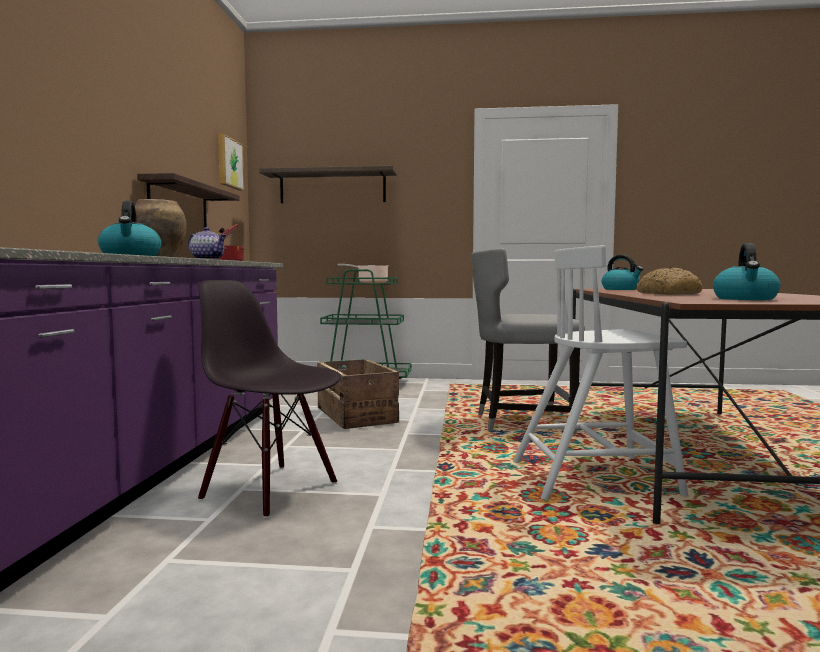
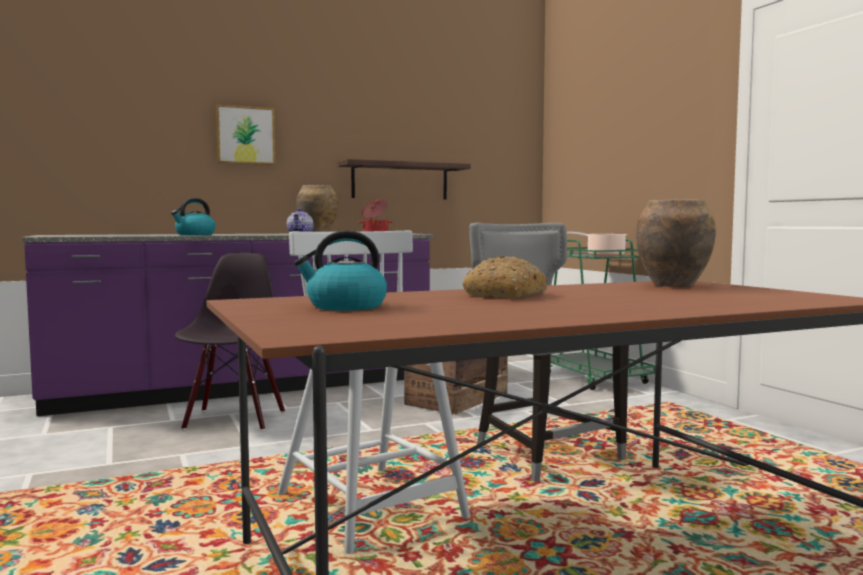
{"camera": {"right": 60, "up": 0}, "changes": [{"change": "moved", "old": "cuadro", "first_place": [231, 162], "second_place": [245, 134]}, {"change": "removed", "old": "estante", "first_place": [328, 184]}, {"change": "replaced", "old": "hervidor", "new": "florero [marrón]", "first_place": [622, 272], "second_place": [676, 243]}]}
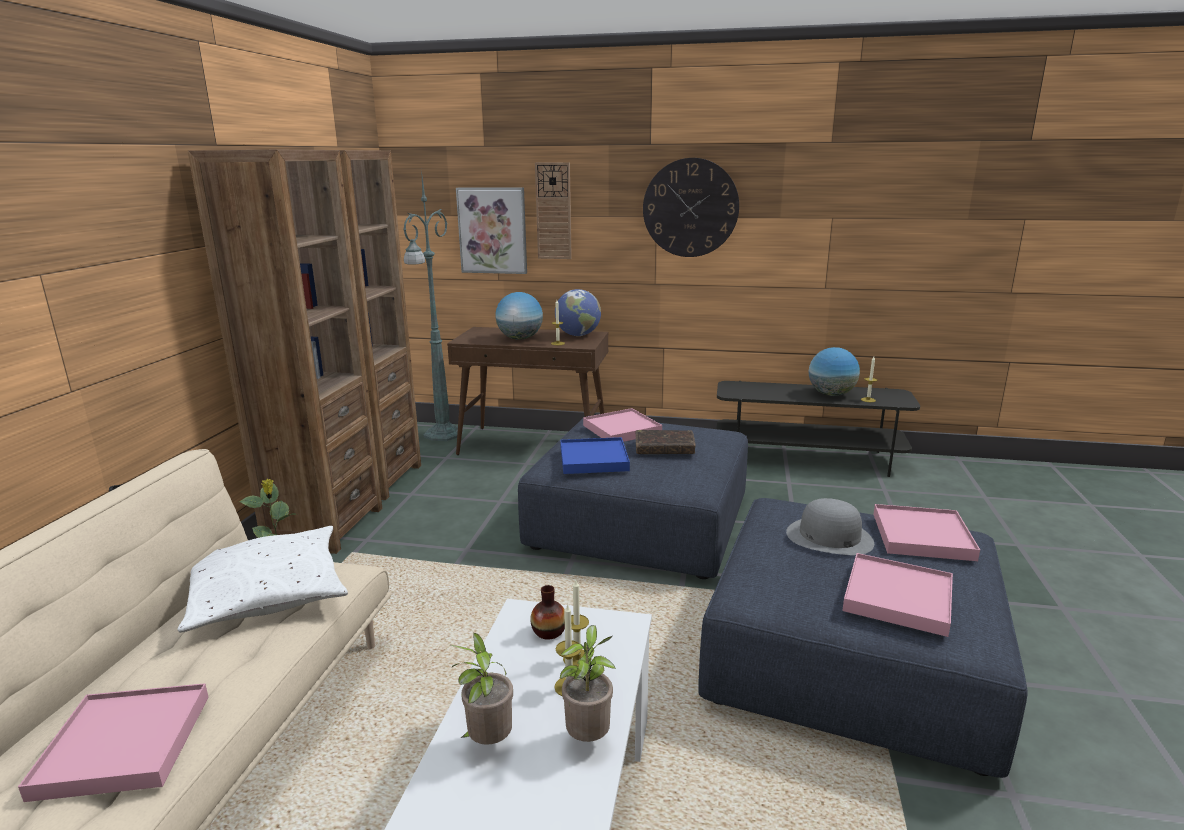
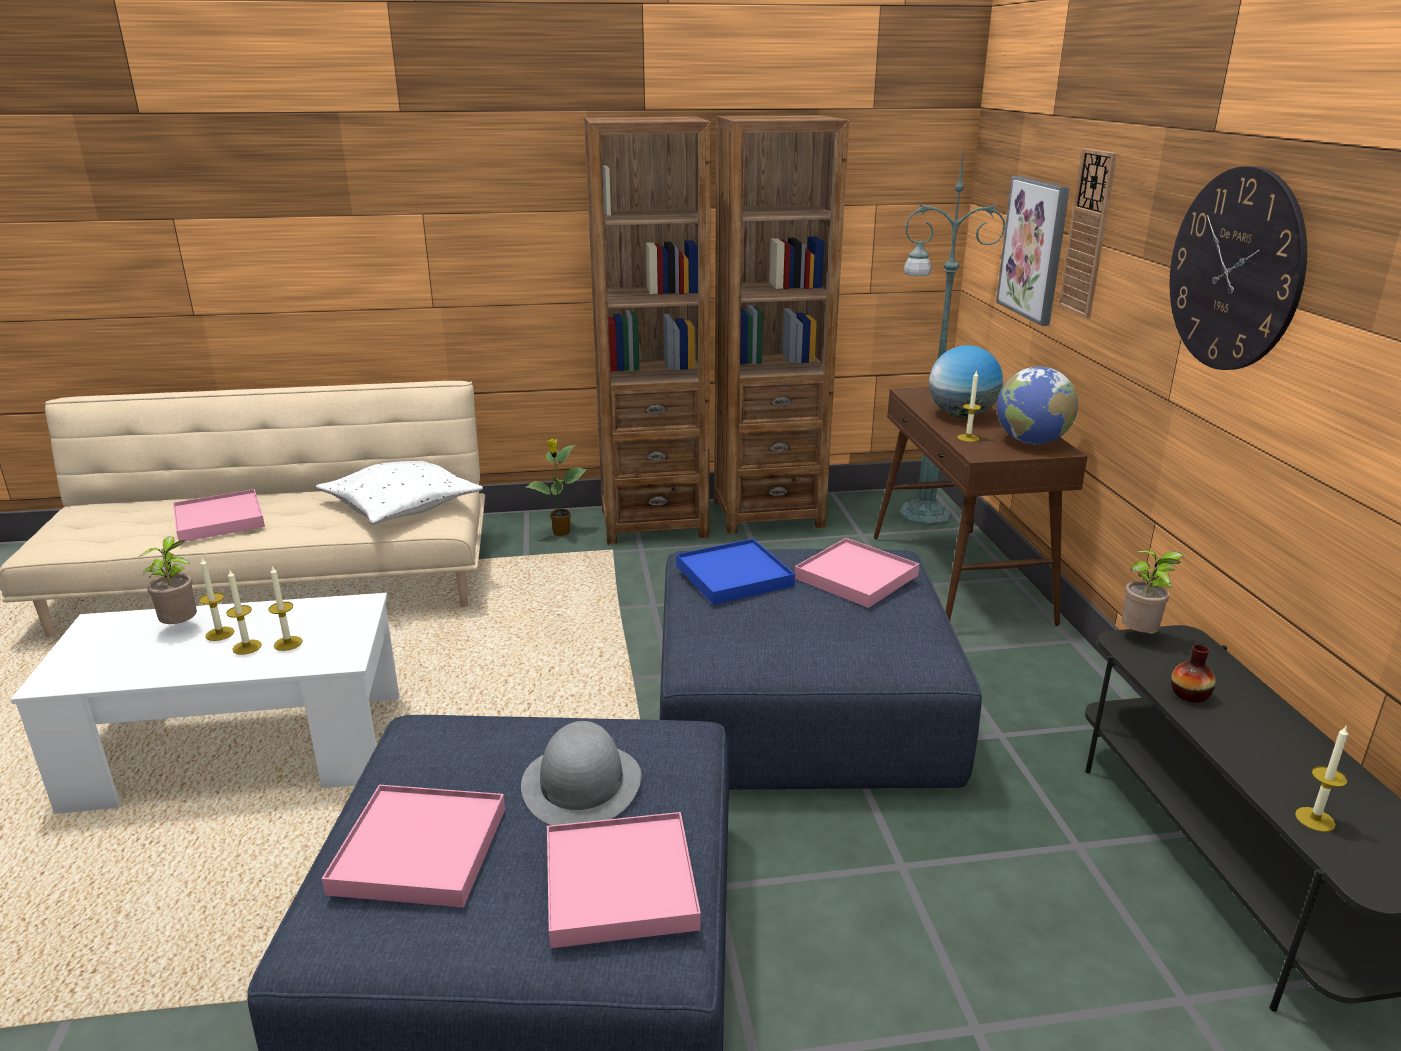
{"camera": {"right": 70, "up": 5}, "changes": [{"change": "removed", "old": "globo terráqueo", "first_place": [834, 371]}, {"change": "removed", "old": "libro [marrón]", "first_place": [666, 442]}, {"change": "moved", "old": "florero", "first_place": [547, 612], "second_place": [1193, 673]}, {"change": "moved", "old": "planta en maceta", "first_place": [588, 683], "second_place": [1153, 592]}, {"change": "added", "new": "vela", "second_place": [216, 599]}]}
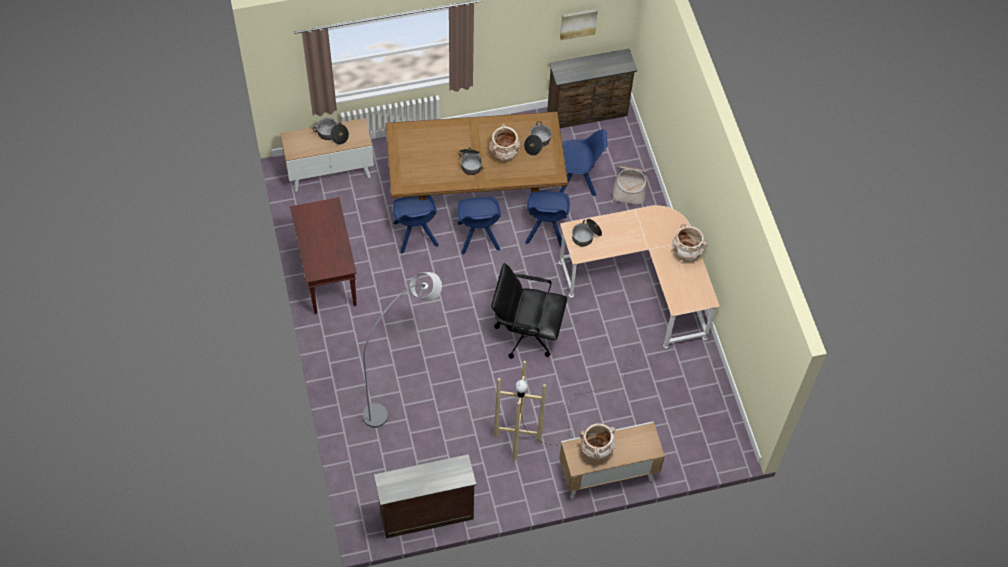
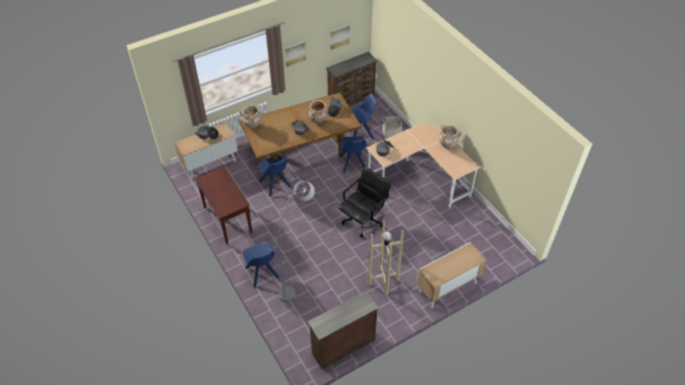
{"camera": {"right": -15, "up": -10}, "changes": [{"change": "moved", "old": "silla [azul]", "first_place": [479, 226], "second_place": [261, 265]}, {"change": "turned", "old": "silla de oficina [negro]", "first_place": [529, 311], "second_place": [365, 202], "degrees": 135}, {"change": "moved", "old": "florero [beis]", "first_place": [597, 441], "second_place": [251, 117]}, {"change": "added", "new": "cuadro", "second_place": [295, 54]}]}
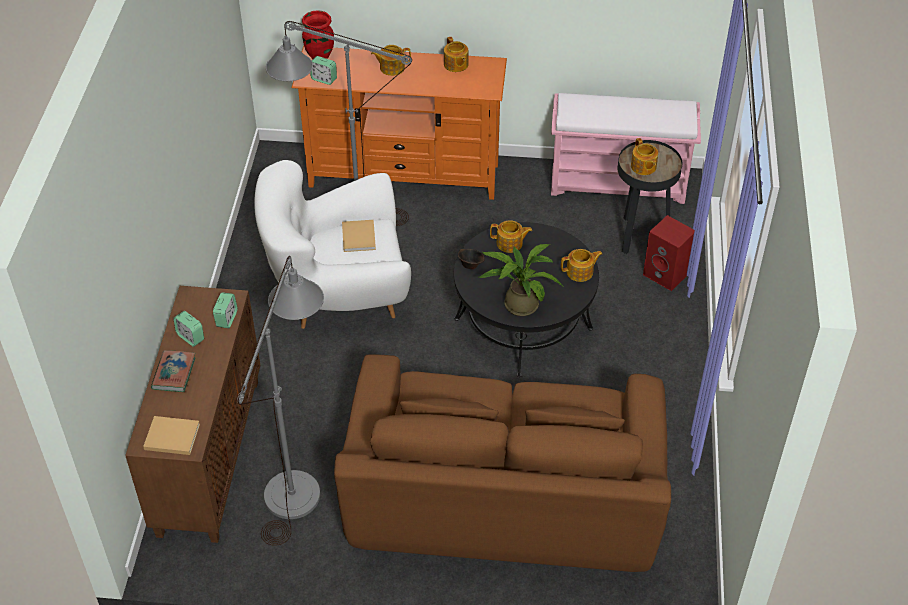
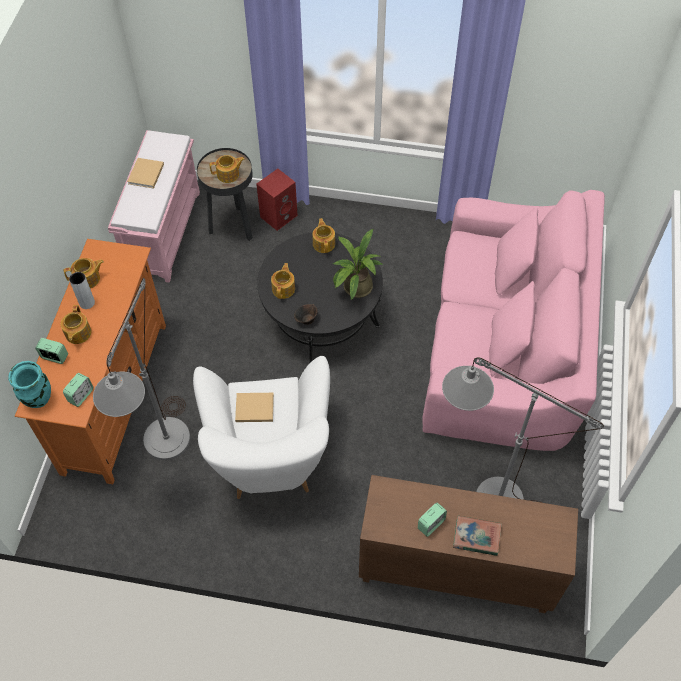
{"camera": {"right": -85, "up": 10}, "changes": [{"change": "recoloured", "old": "florero [rojo]", "new": "florero [turquesa]", "first_place": [318, 34], "second_place": [29, 384]}, {"change": "moved", "old": "despertador", "first_place": [225, 310], "second_place": [51, 351]}, {"change": "recoloured", "old": "sofá [marrón]", "new": "sofá [rosa]", "first_place": [502, 463], "second_place": [513, 320]}, {"change": "moved", "old": "libro [beis]", "first_place": [171, 435], "second_place": [145, 173]}, {"change": "added", "new": "florero [gris]", "second_place": [82, 290]}]}
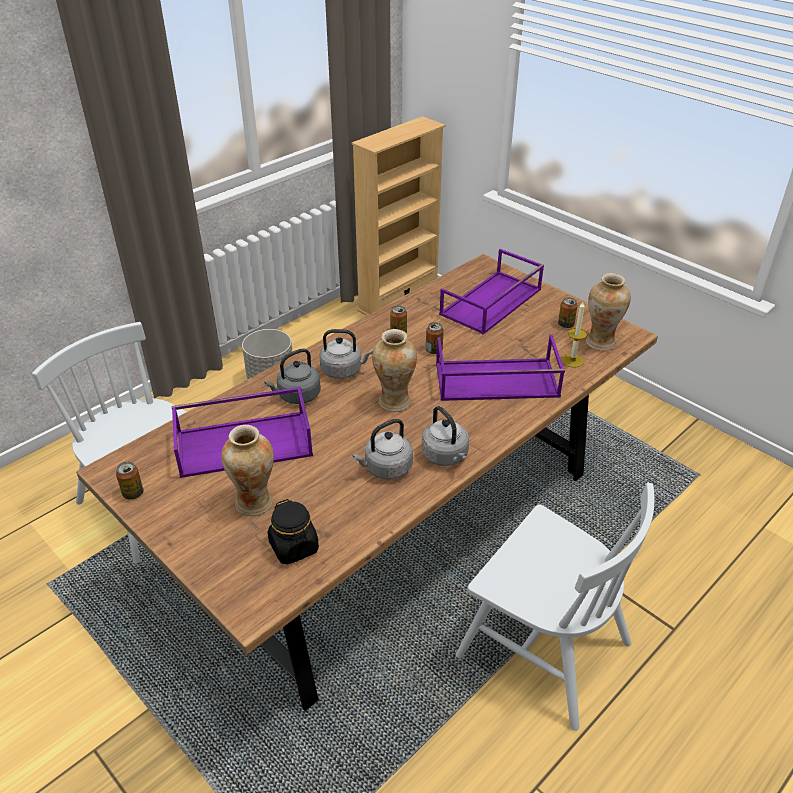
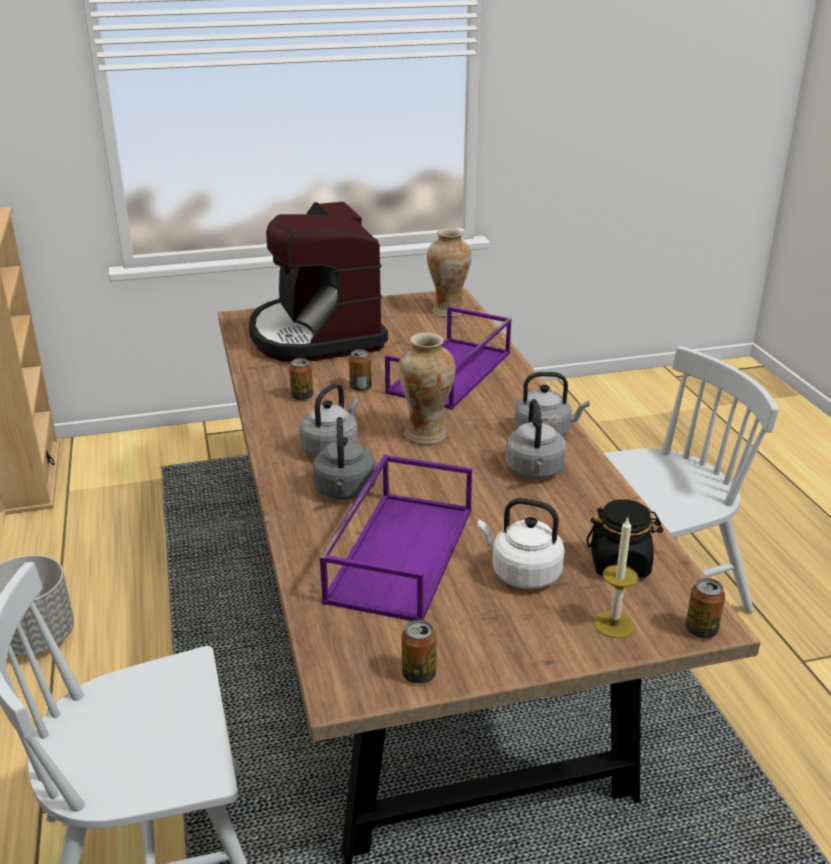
{"camera": {"right": -60, "up": -10}, "changes": [{"change": "replaced", "old": "bandeja [morado]", "new": "cafetera", "first_place": [491, 292], "second_place": [318, 282]}, {"change": "moved", "old": "lata", "first_place": [568, 312], "second_place": [705, 608]}, {"change": "moved", "old": "vela", "first_place": [574, 334], "second_place": [616, 578]}, {"change": "replaced", "old": "florero", "new": "hervidor [blanco]", "first_place": [247, 470], "second_place": [521, 543]}]}
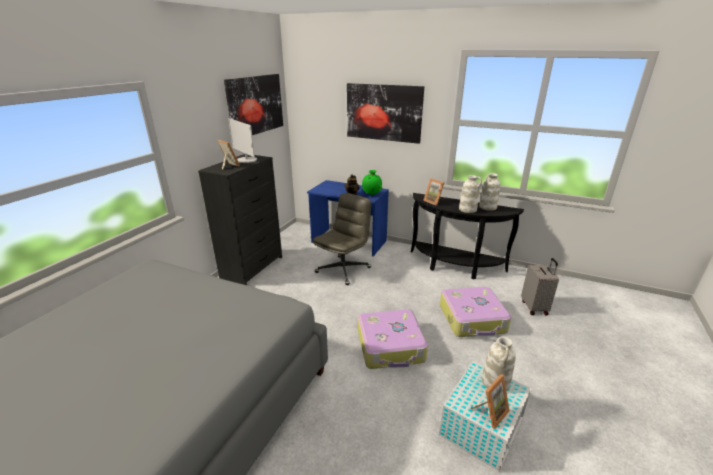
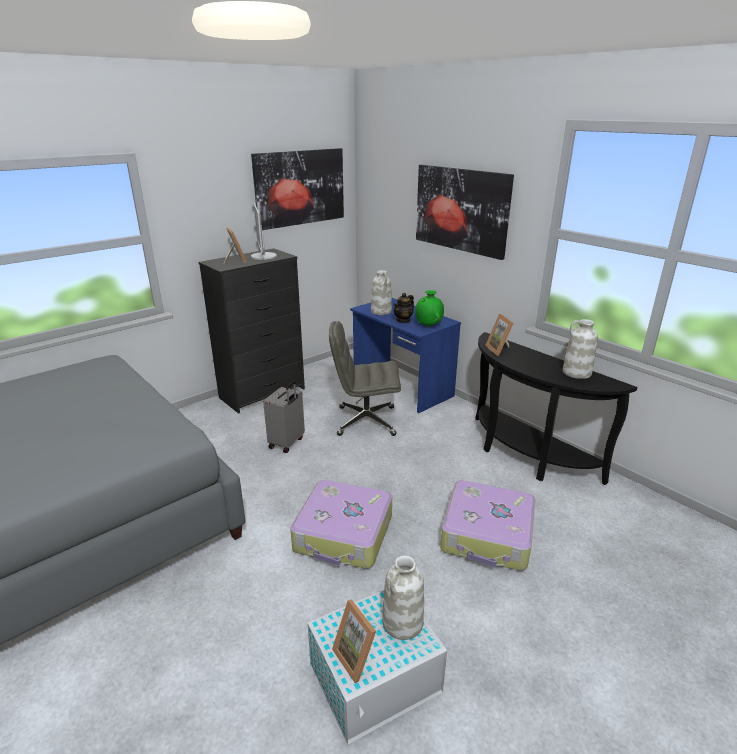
{"camera": {"right": 25, "up": 0}, "changes": [{"change": "moved", "old": "florero [blanco]", "first_place": [470, 194], "second_place": [381, 292]}, {"change": "turned", "old": "silla de oficina [gris]", "first_place": [342, 239], "second_place": [365, 378], "degrees": -150}, {"change": "moved", "old": "maleta [gris]", "first_place": [540, 286], "second_place": [284, 417]}, {"change": "turned", "old": "portarretratos", "first_place": [490, 401], "second_place": [354, 641], "degrees": 75}]}
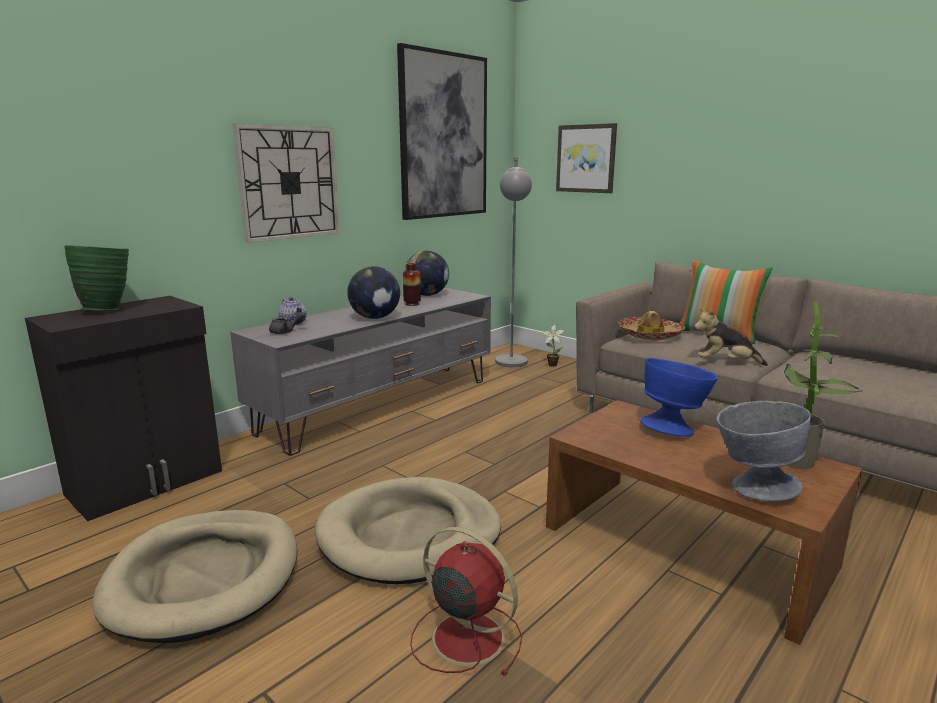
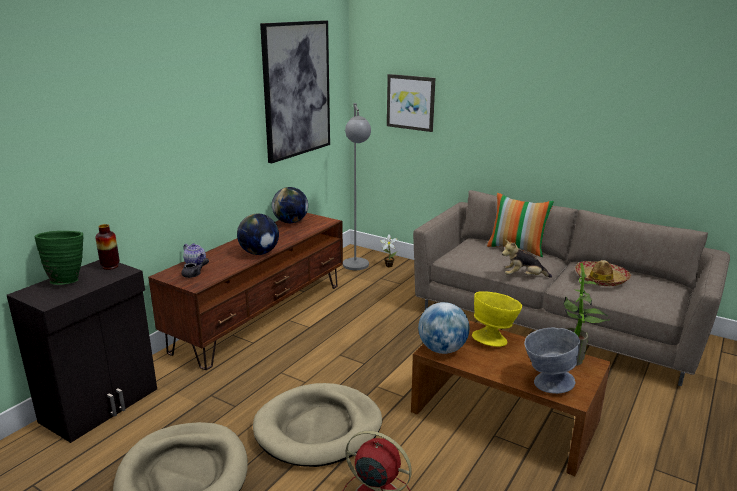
{"camera": {"right": -10, "up": 5}, "changes": [{"change": "removed", "old": "reloj de pared", "first_place": [286, 183]}, {"change": "moved", "old": "florero", "first_place": [412, 284], "second_place": [107, 247]}, {"change": "recoloured", "old": "mueble de televisión [gris]", "new": "mueble de televisión [marrón]", "first_place": [360, 372], "second_place": [245, 291]}, {"change": "moved", "old": "sombrero", "first_place": [652, 325], "second_place": [603, 273]}, {"change": "recoloured", "old": "cuenco [azul]", "new": "cuenco [amarillo]", "first_place": [679, 397], "second_place": [497, 319]}, {"change": "added", "new": "globo terráqueo", "second_place": [443, 328]}]}
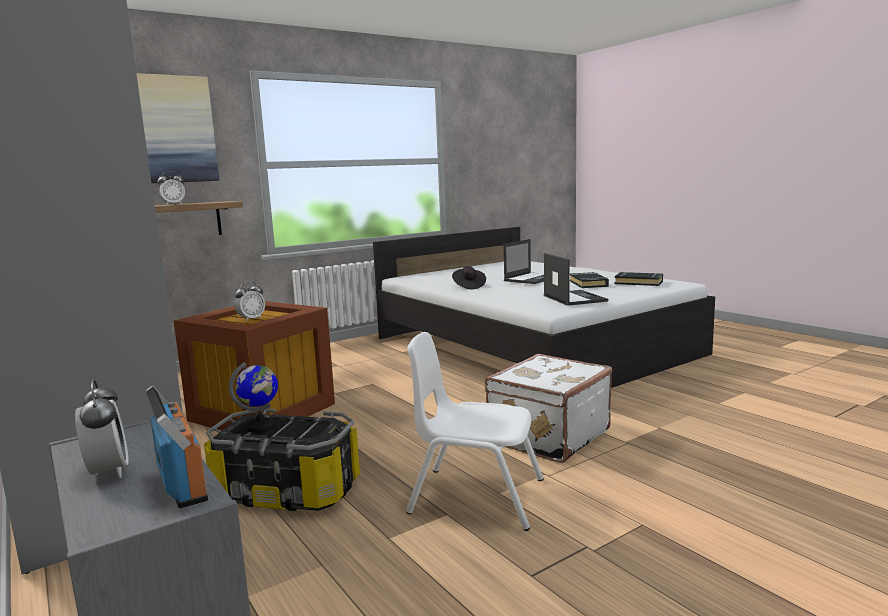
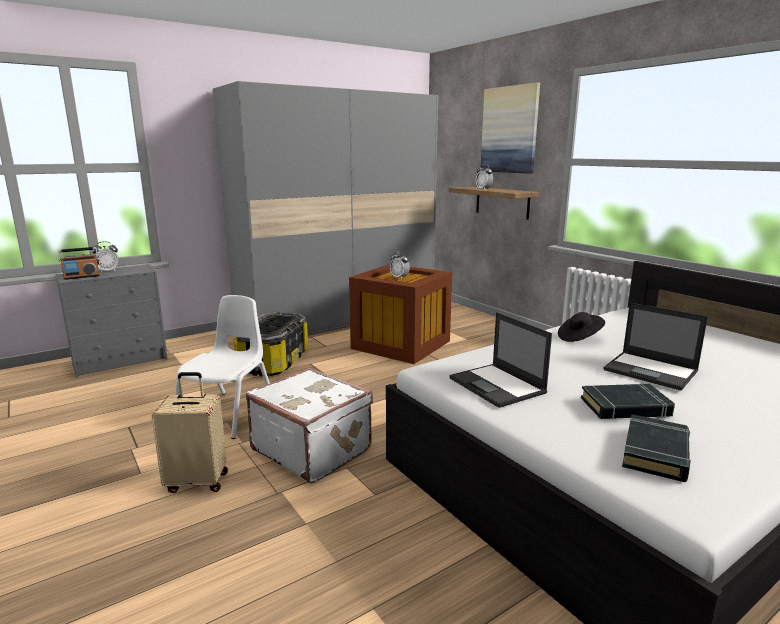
{"camera": {"right": 90, "up": 5}, "changes": [{"change": "turned", "old": "portátil", "first_place": [576, 279], "second_place": [500, 360], "degrees": 75}, {"change": "removed", "old": "globo terráqueo", "first_place": [253, 397]}, {"change": "added", "new": "maleta [beis]", "second_place": [189, 432]}]}
